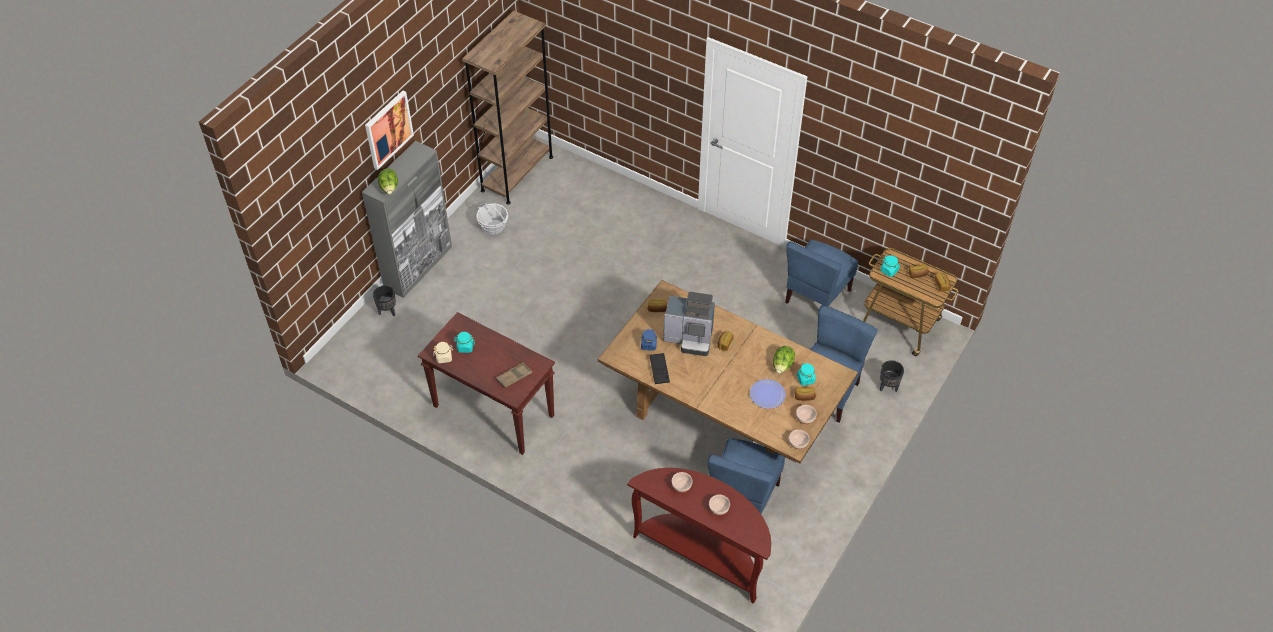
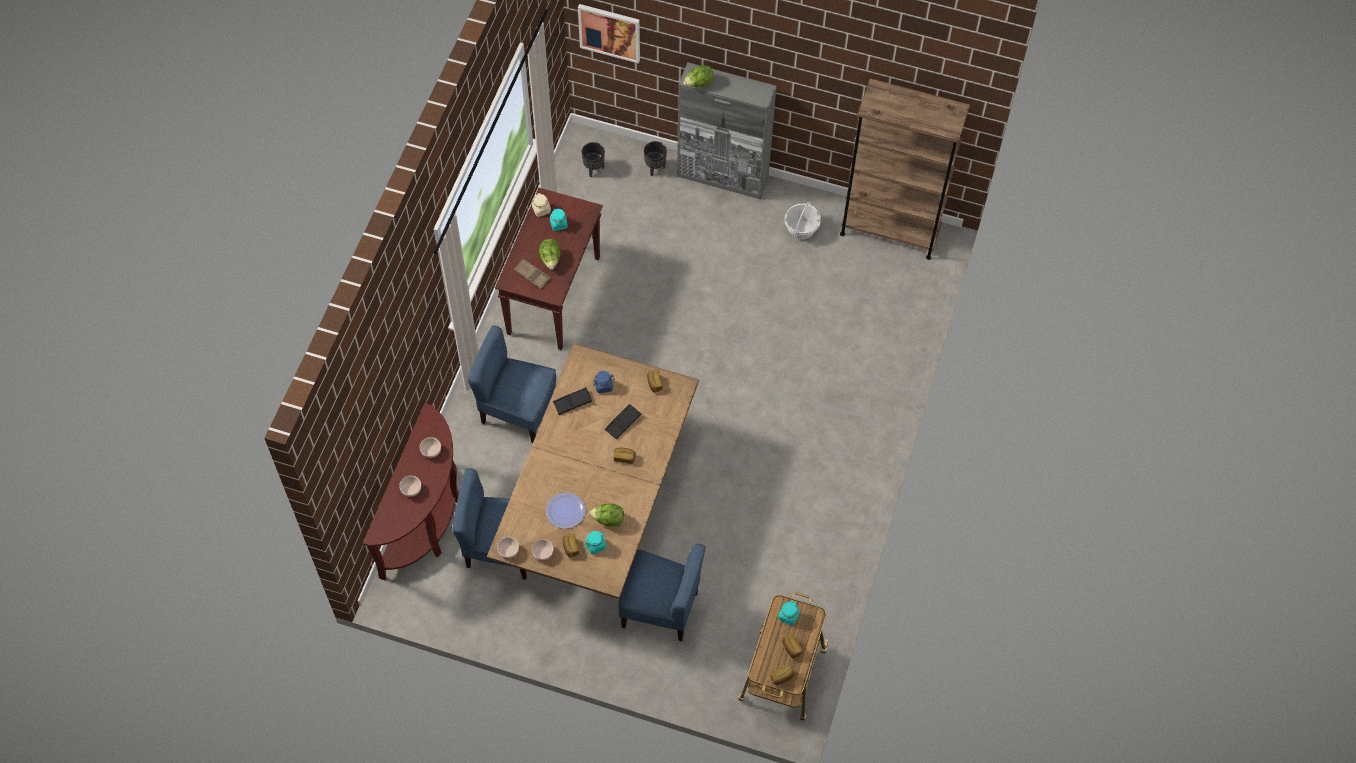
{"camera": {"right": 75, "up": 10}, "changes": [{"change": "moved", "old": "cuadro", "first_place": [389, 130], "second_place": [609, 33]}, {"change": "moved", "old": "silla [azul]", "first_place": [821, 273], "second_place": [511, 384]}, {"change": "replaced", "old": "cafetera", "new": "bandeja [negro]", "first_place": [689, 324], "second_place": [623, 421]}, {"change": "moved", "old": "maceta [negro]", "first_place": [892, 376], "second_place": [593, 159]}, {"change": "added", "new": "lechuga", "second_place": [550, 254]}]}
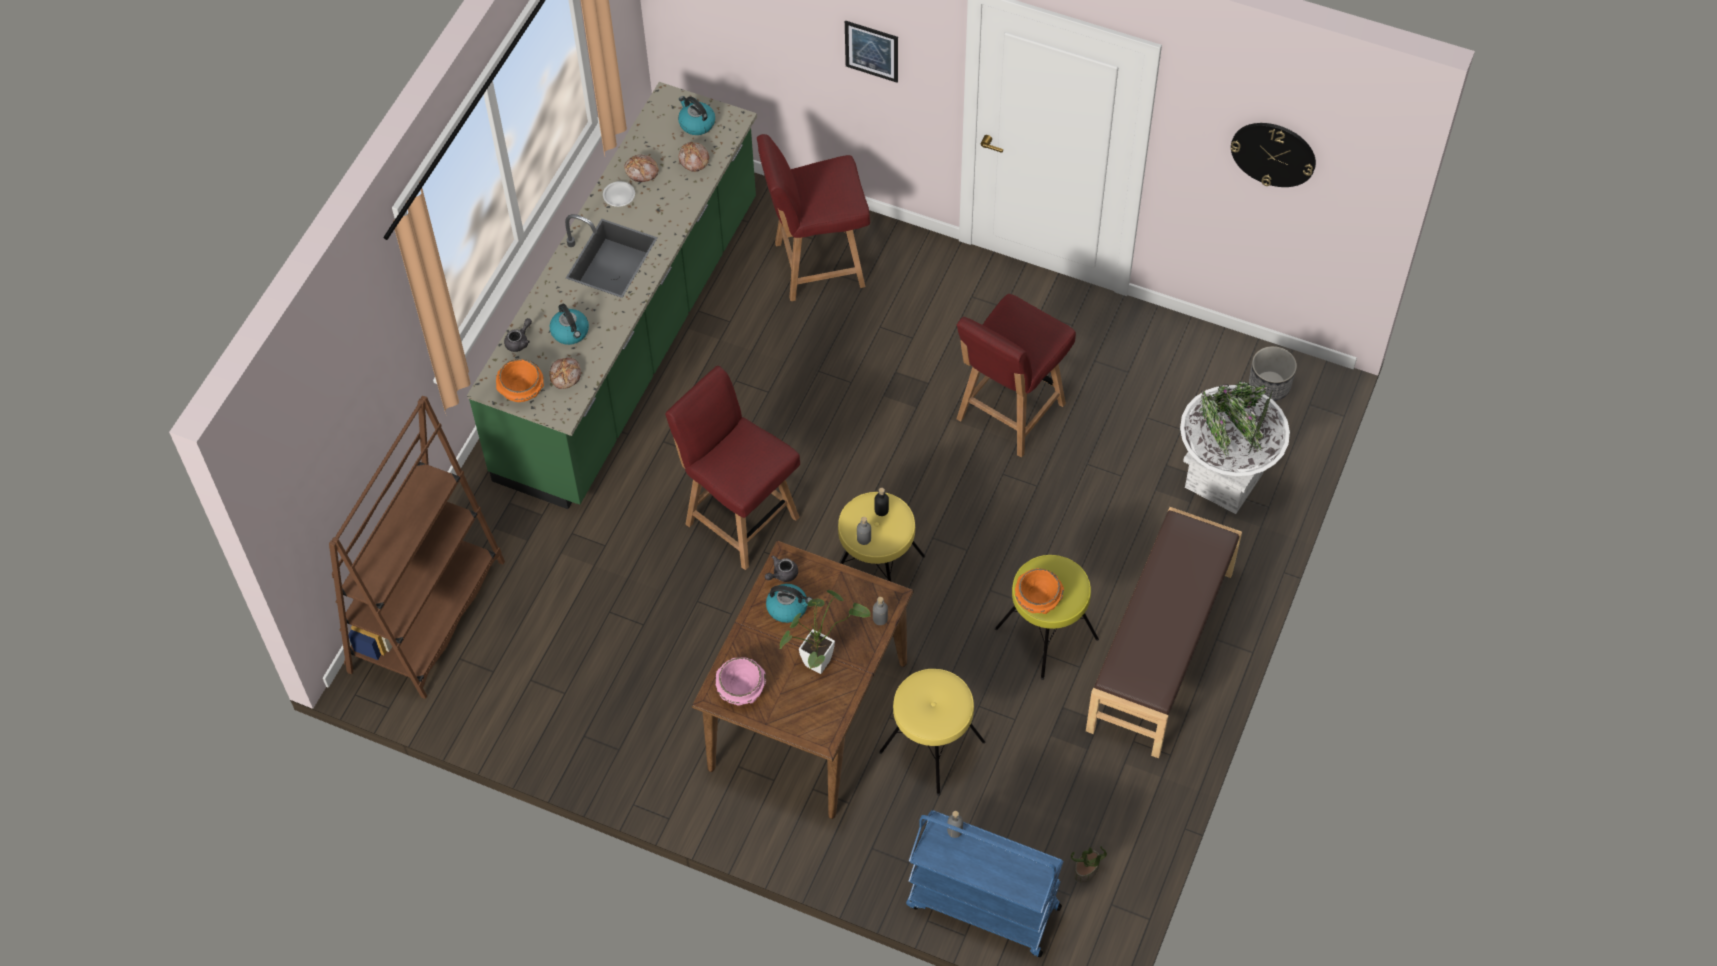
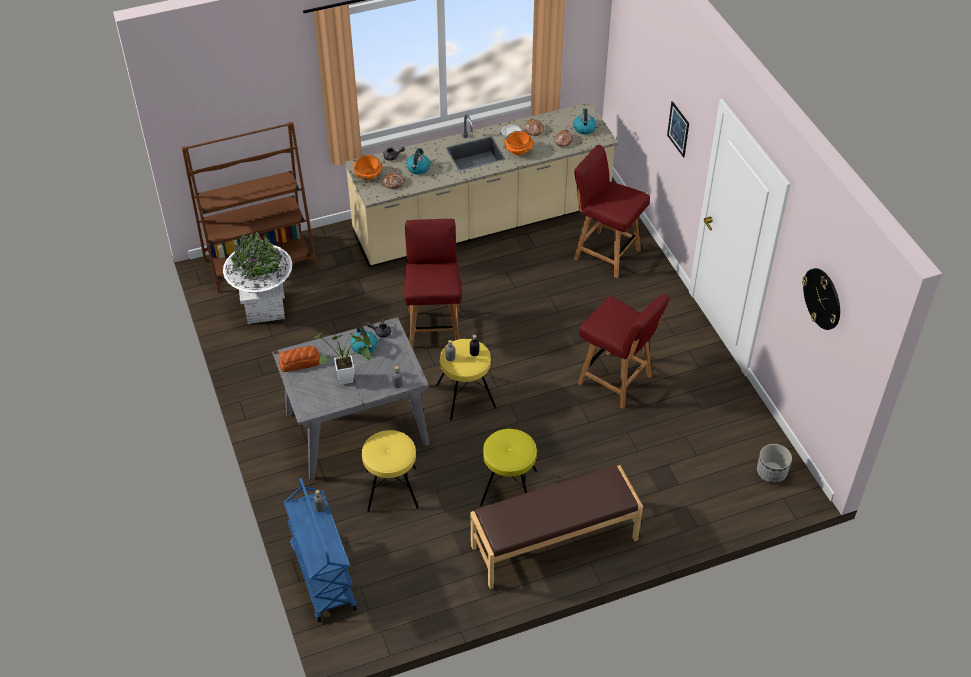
{"camera": {"right": 45, "up": -10}, "changes": [{"change": "recoloured", "old": "mueble bajo de cocina [verde]", "new": "mueble bajo de cocina [beis]", "first_place": [612, 295], "second_place": [481, 184]}, {"change": "turned", "old": "silla [rojo]", "first_place": [1016, 375], "second_place": [624, 351], "degrees": -135}, {"change": "moved", "old": "maceta [blanco]", "first_place": [1235, 447], "second_place": [257, 278]}, {"change": "recoloured", "old": "mesa de comedor [marrón]", "new": "mesa de comedor [gris]", "first_place": [802, 679], "second_place": [351, 398]}, {"change": "moved", "old": "cuenco [naranja]", "first_place": [1039, 591], "second_place": [518, 143]}, {"change": "replaced", "old": "cuenco [rosa]", "new": "pan", "first_place": [741, 681], "second_place": [299, 359]}, {"change": "removed", "old": "planta en maceta", "first_place": [1089, 864]}]}
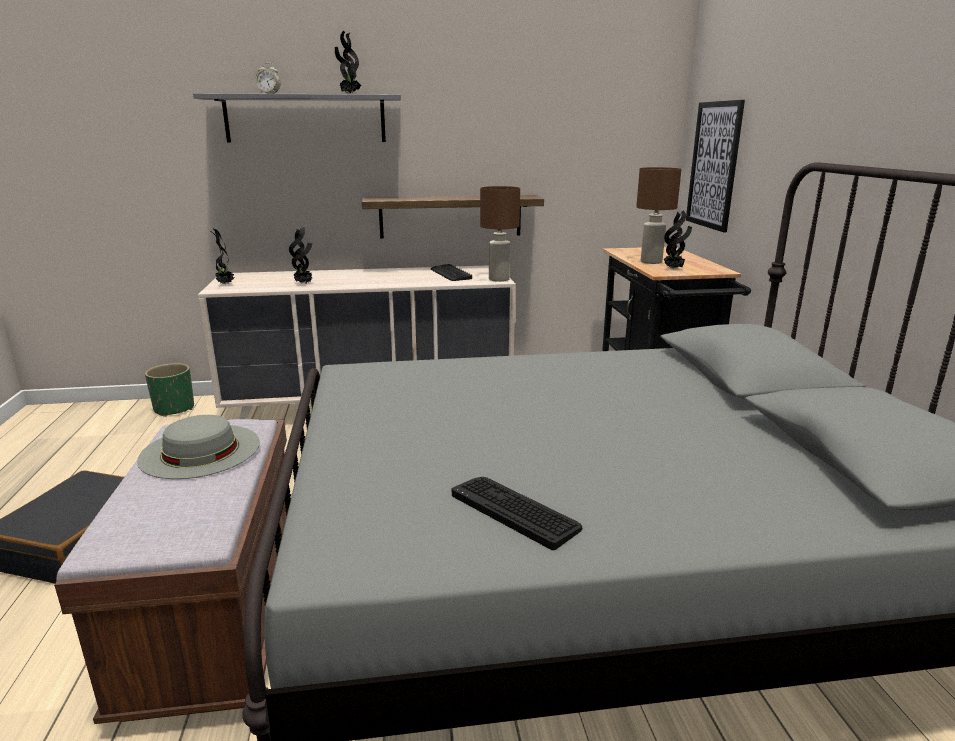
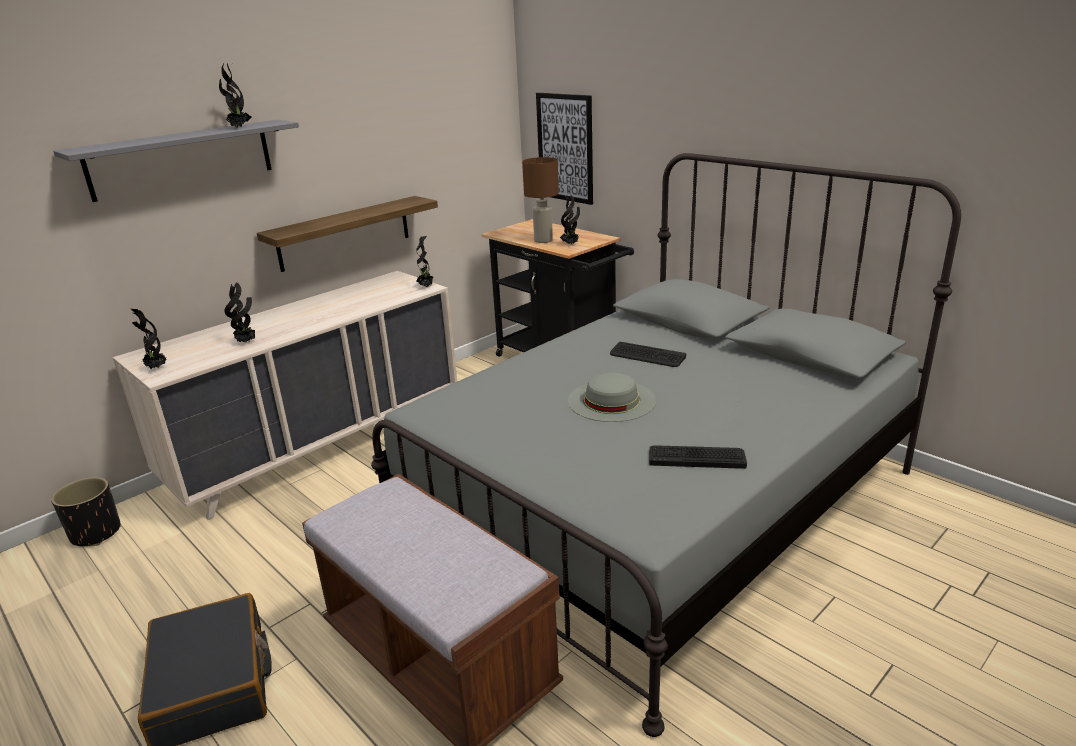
{"camera": {"right": -35, "up": 5}, "changes": [{"change": "removed", "old": "despertador", "first_place": [267, 78]}, {"change": "replaced", "old": "lámpara de mesa [marrón]", "new": "planta en maceta", "first_place": [500, 234], "second_place": [424, 261]}, {"change": "moved", "old": "teclado", "first_place": [451, 272], "second_place": [648, 354]}, {"change": "recoloured", "old": "maceta [verde]", "new": "maceta [negro]", "first_place": [169, 390], "second_place": [86, 511]}, {"change": "moved", "old": "sombrero [gris]", "first_place": [198, 447], "second_place": [612, 397]}]}
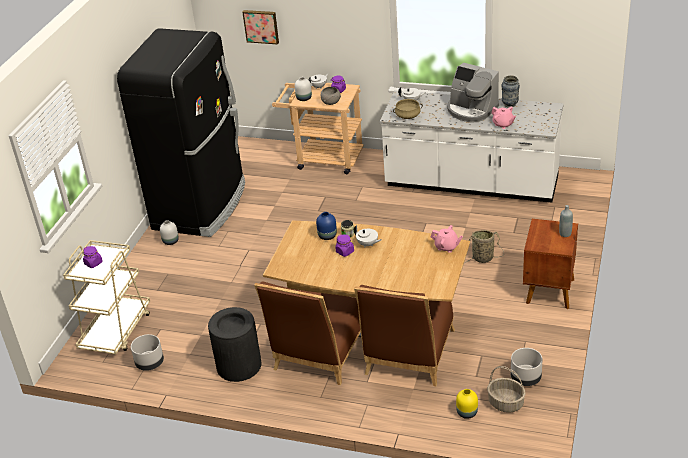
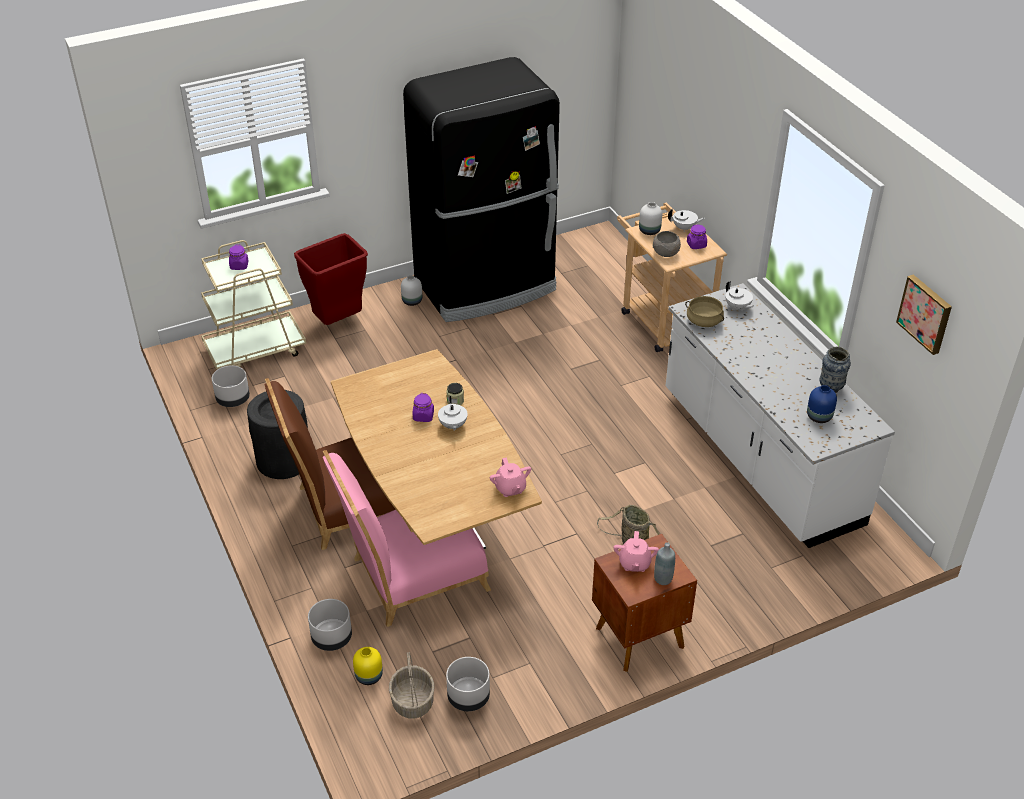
{"camera": {"right": 45, "up": 5}, "changes": [{"change": "moved", "old": "cuadro", "first_place": [260, 27], "second_place": [924, 315]}, {"change": "removed", "old": "cafetera", "first_place": [473, 92]}, {"change": "moved", "old": "tetera [rosa]", "first_place": [503, 118], "second_place": [636, 551]}, {"change": "moved", "old": "florero [azul]", "first_place": [326, 226], "second_place": [822, 404]}, {"change": "recoloured", "old": "silla [marrón]", "new": "silla [rosa]", "first_place": [404, 335], "second_place": [407, 538]}, {"change": "added", "new": "papelera [rojo]", "second_place": [331, 279]}, {"change": "added", "new": "maceta [gris]", "second_place": [330, 625]}]}
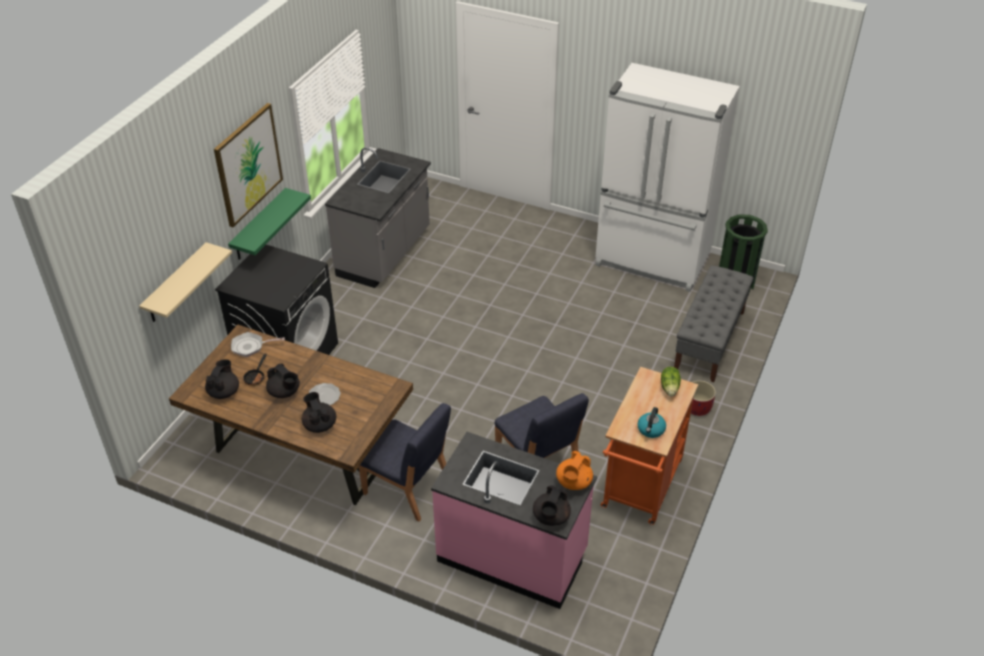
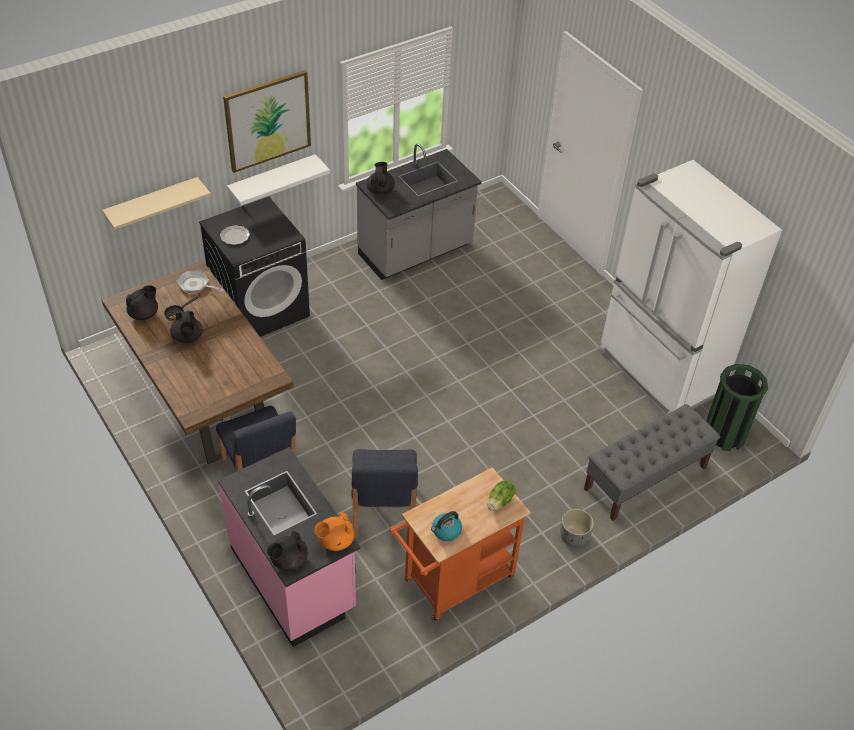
{"camera": {"right": 30, "up": 5}, "changes": [{"change": "recoloured", "old": "estante [verde]", "new": "estante [blanco]", "first_place": [269, 224], "second_place": [278, 180]}, {"change": "recoloured", "old": "maceta [rojo]", "new": "maceta [gris]", "first_place": [703, 398], "second_place": [577, 528]}, {"change": "moved", "old": "plato", "first_place": [325, 394], "second_place": [235, 235]}, {"change": "moved", "old": "tetera [negro]", "first_place": [319, 412], "second_place": [381, 178]}]}
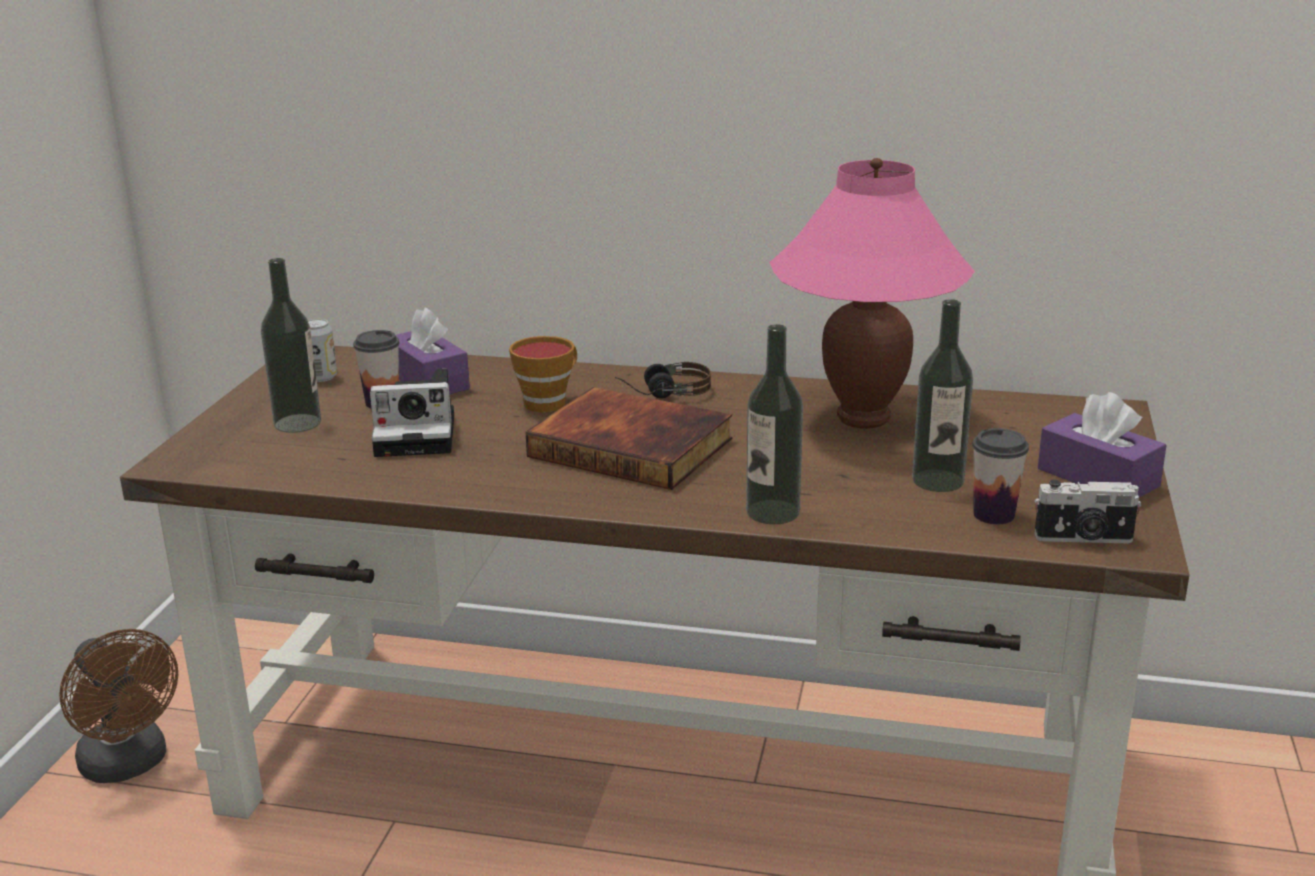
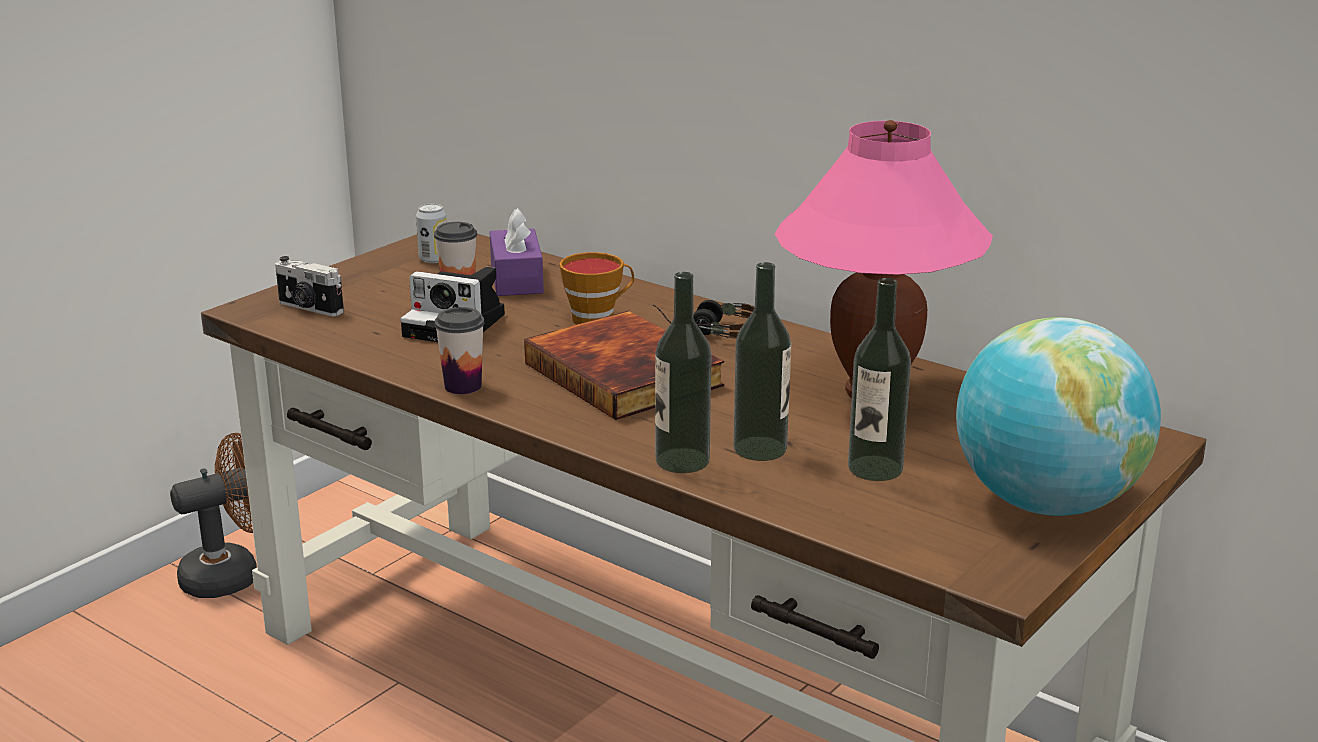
{"camera": {"right": 25, "up": 0}, "changes": [{"change": "moved", "old": "botella", "first_place": [291, 345], "second_place": [762, 361]}, {"change": "replaced", "old": "caja de pañuelos [morado]", "new": "globo terráqueo", "first_place": [1102, 445], "second_place": [1058, 416]}, {"change": "moved", "old": "taza", "first_place": [1000, 476], "second_place": [459, 350]}, {"change": "moved", "old": "cámara", "first_place": [1087, 511], "second_place": [309, 286]}, {"change": "turned", "old": "ventilador [marrón]", "first_place": [118, 706], "second_place": [213, 515], "degrees": -105}]}
